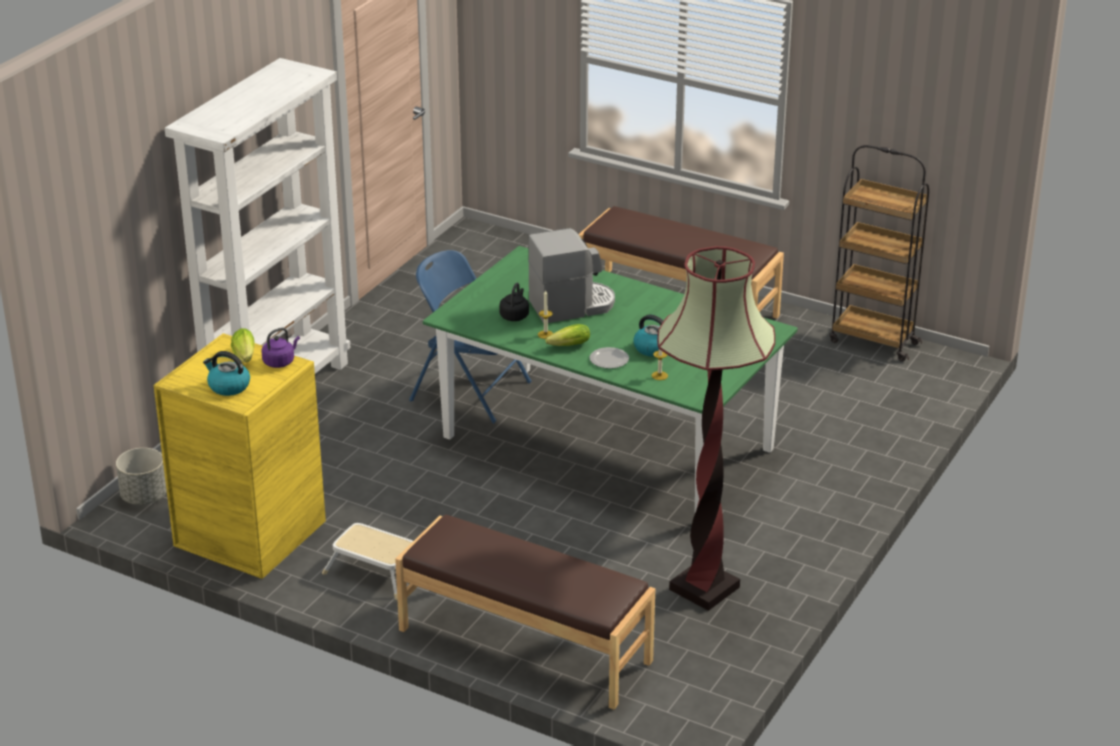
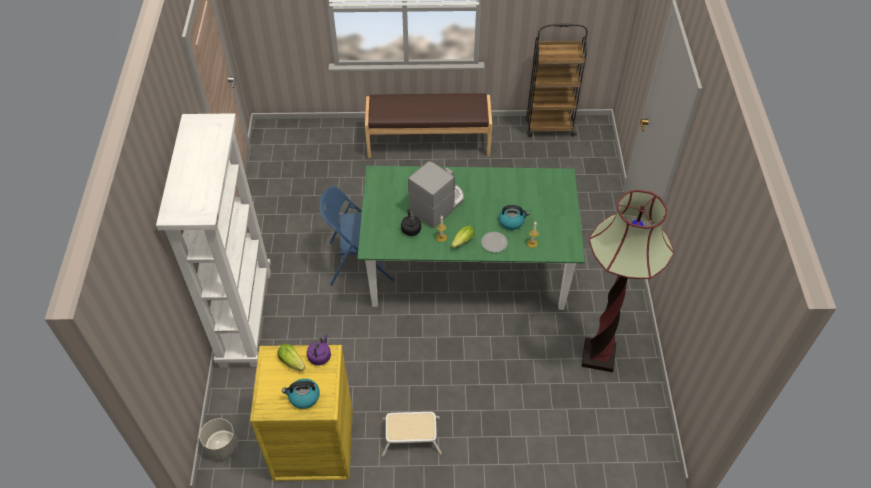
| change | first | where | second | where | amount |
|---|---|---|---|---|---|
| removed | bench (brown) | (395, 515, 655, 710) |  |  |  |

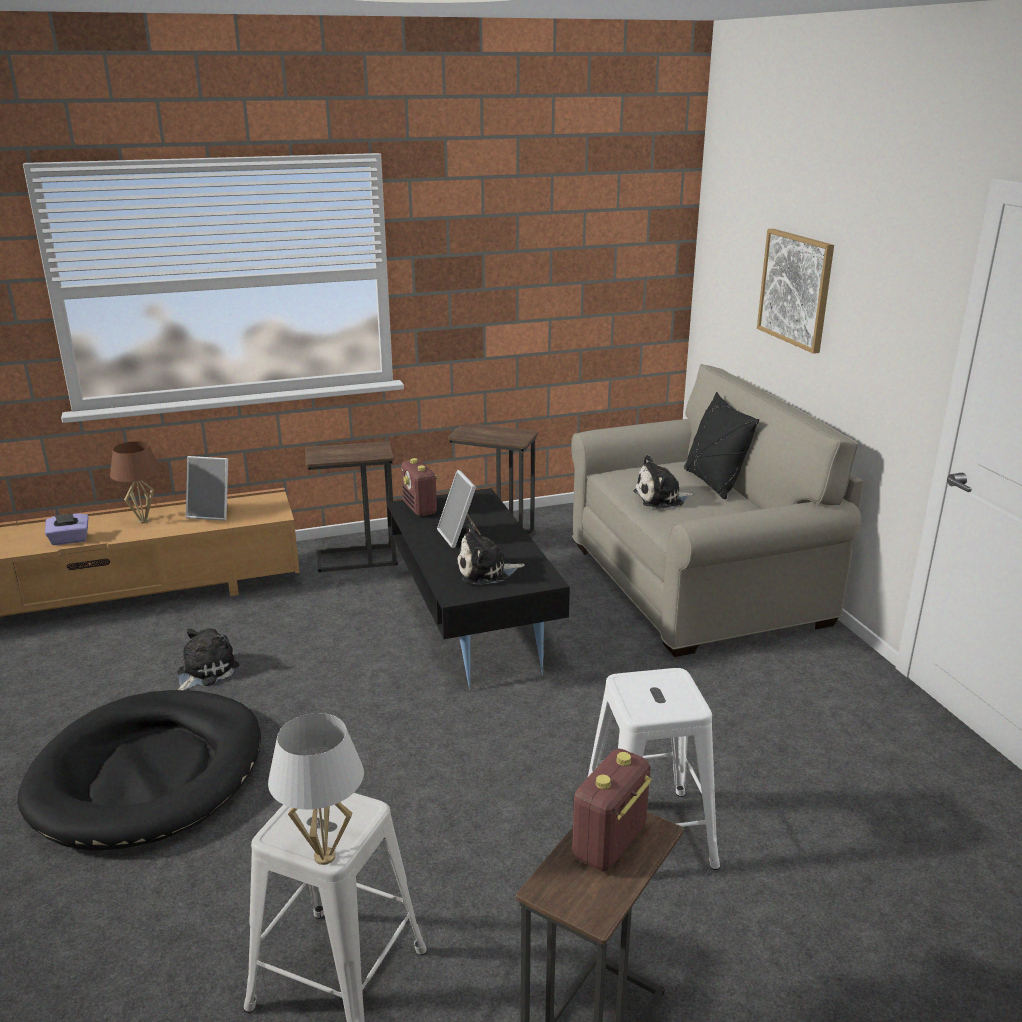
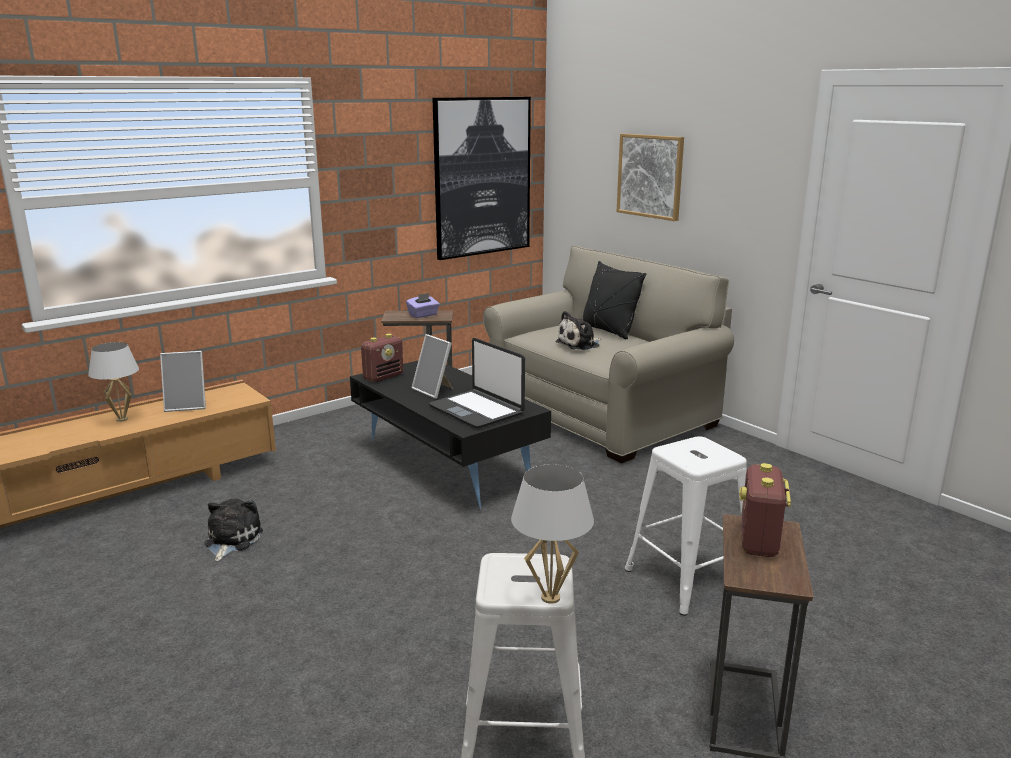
| change | first | where | second | where | amount |
|---|---|---|---|---|---|
| removed | dog bed (black) | (17, 690, 261, 850) |  |  |  |
| moved | tissue box (purple) | (45, 513, 89, 545) |  | (406, 293, 440, 318) |  |
| recoloured | table lamp (brown) | (110, 441, 161, 523) | table lamp (white) | (88, 342, 139, 422) |  |
| removed | side table (brown) | (305, 441, 398, 573) |  |  |  |
| turned | radio | (401, 458, 439, 516) |  | (361, 334, 403, 382) | 90 degrees counterclockwise |
| replaced | plush toy | (457, 523, 525, 585) | laptop | (429, 338, 525, 428) |  |
| added |  |  | picture | (432, 97, 531, 260) |  |

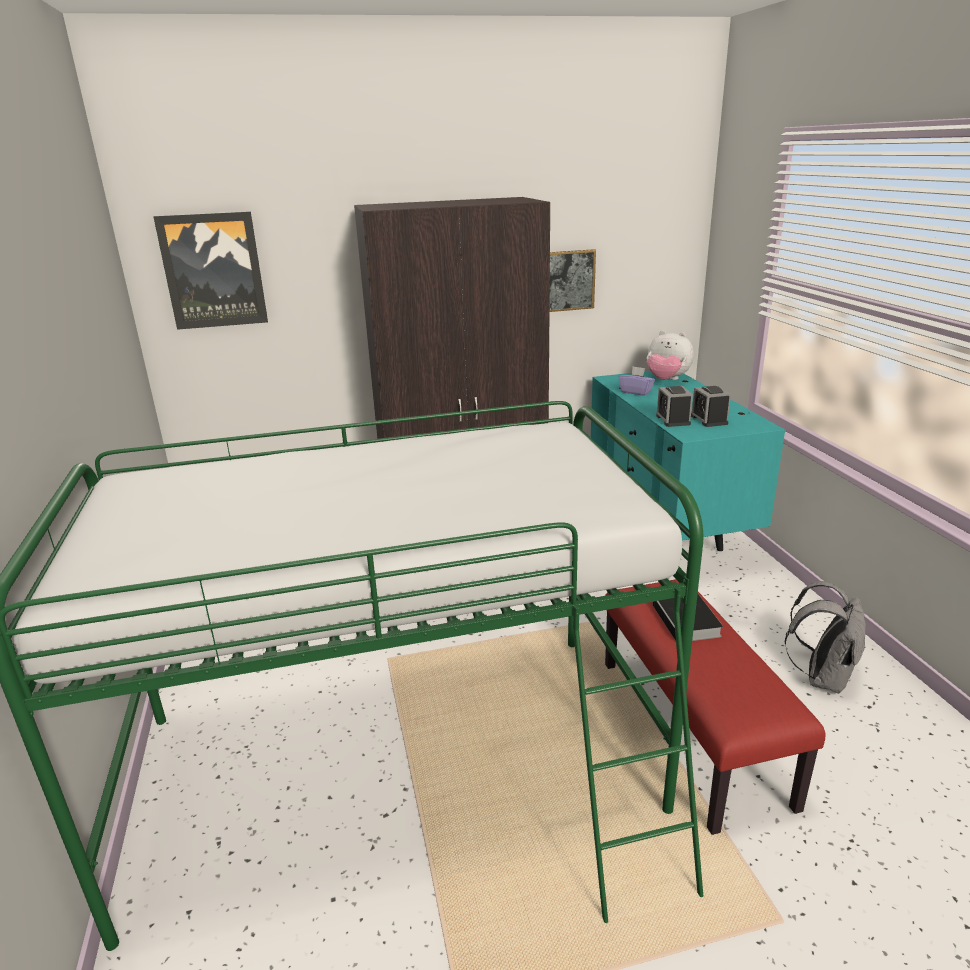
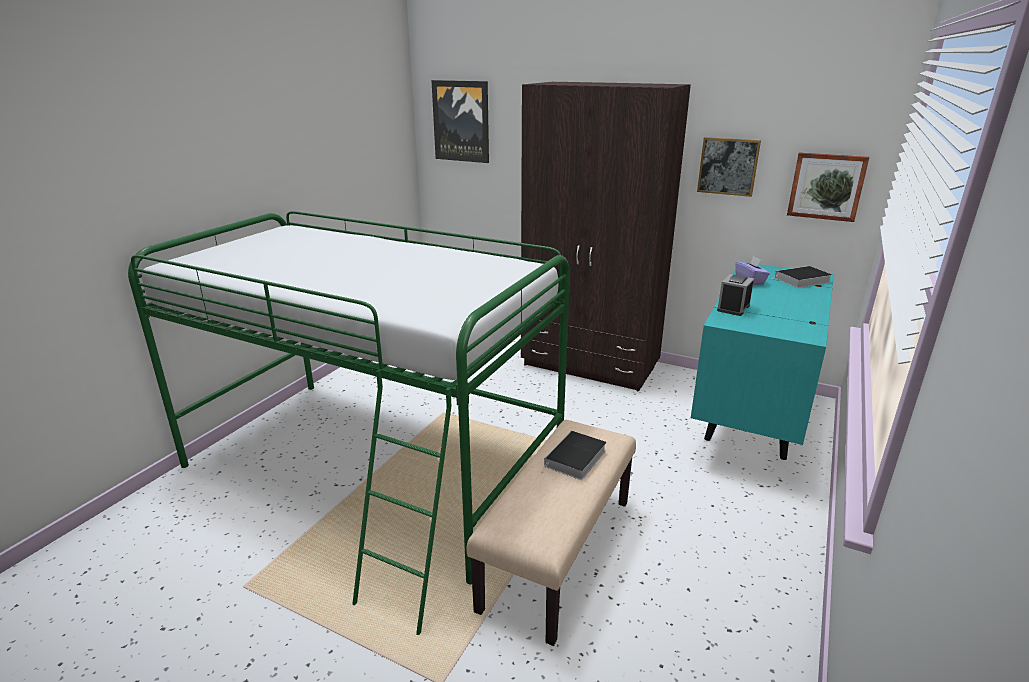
| change | first | where | second | where | amount |
|---|---|---|---|---|---|
| recoloured | bench (red) | (605, 579, 825, 835) | bench (beige) | (466, 420, 636, 646) |  |
| replaced | plush toy | (647, 331, 694, 380) | book | (771, 266, 832, 288) |  |
| removed | alarm clock | (691, 386, 731, 427) |  |  |  |
| removed | backpack (grey) | (784, 581, 866, 694) |  |  |  |
| added |  |  | picture | (787, 152, 869, 222) |  |

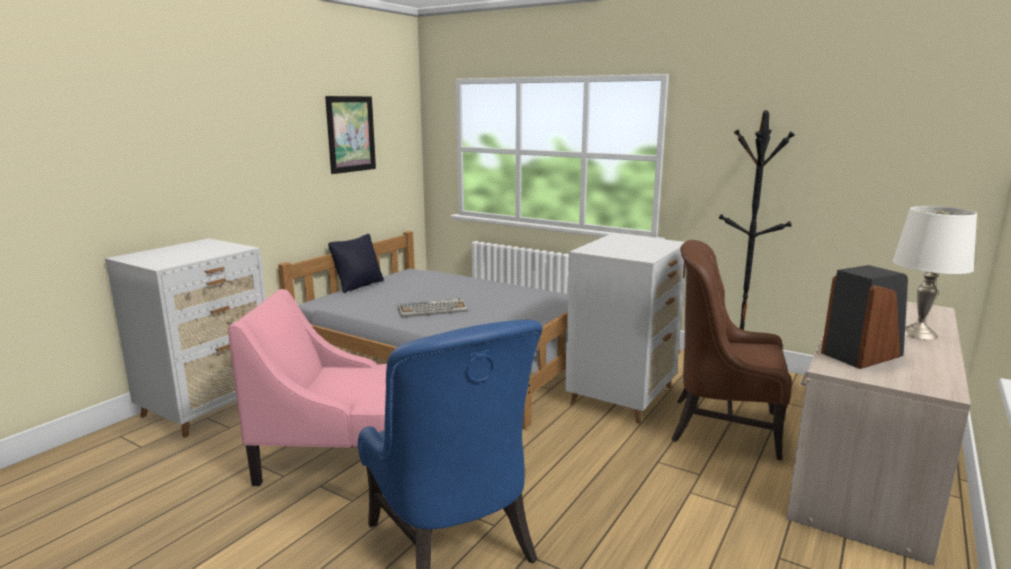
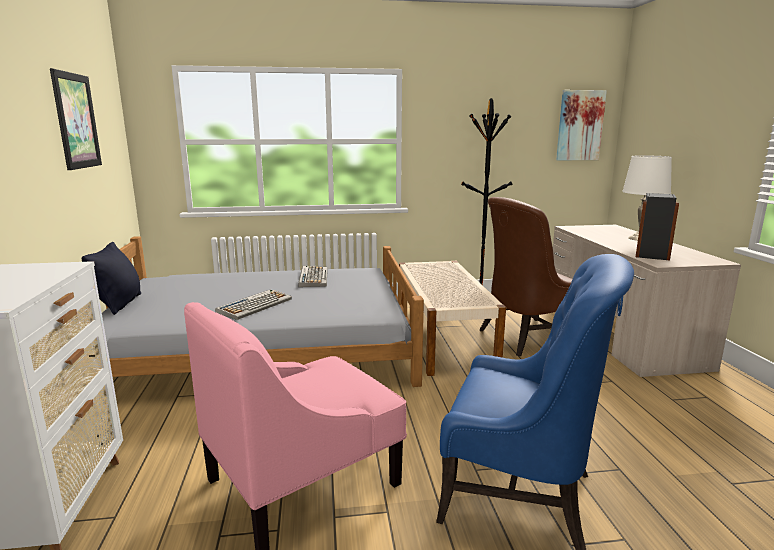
| change | first | where | second | where | amount |
|---|---|---|---|---|---|
| replaced | dresser (white) | (565, 233, 686, 424) | bench (beige) | (399, 261, 506, 376) |  |
| added |  |  | keyboard | (298, 266, 328, 287) |  |
| added |  |  | picture | (556, 90, 607, 160) |  |

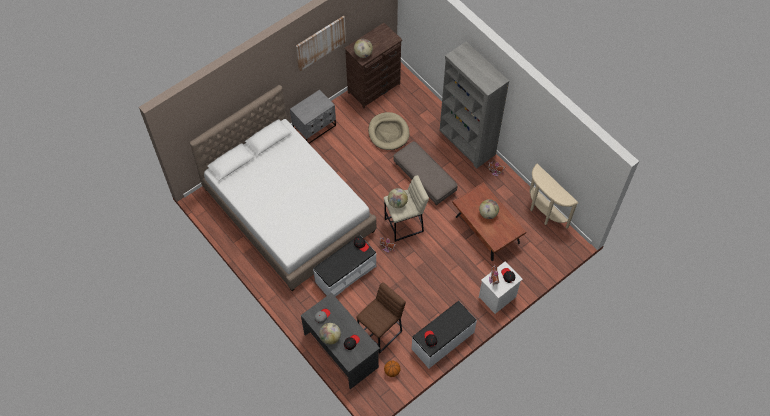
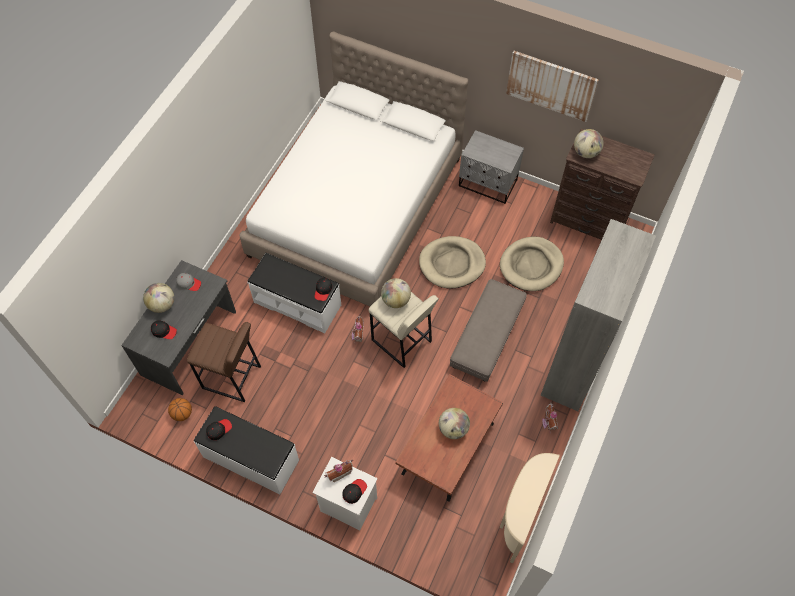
| change | first | where | second | where | amount |
|---|---|---|---|---|---|
| added |  |  | dog bed (beige) | (419, 236, 486, 288) |  |

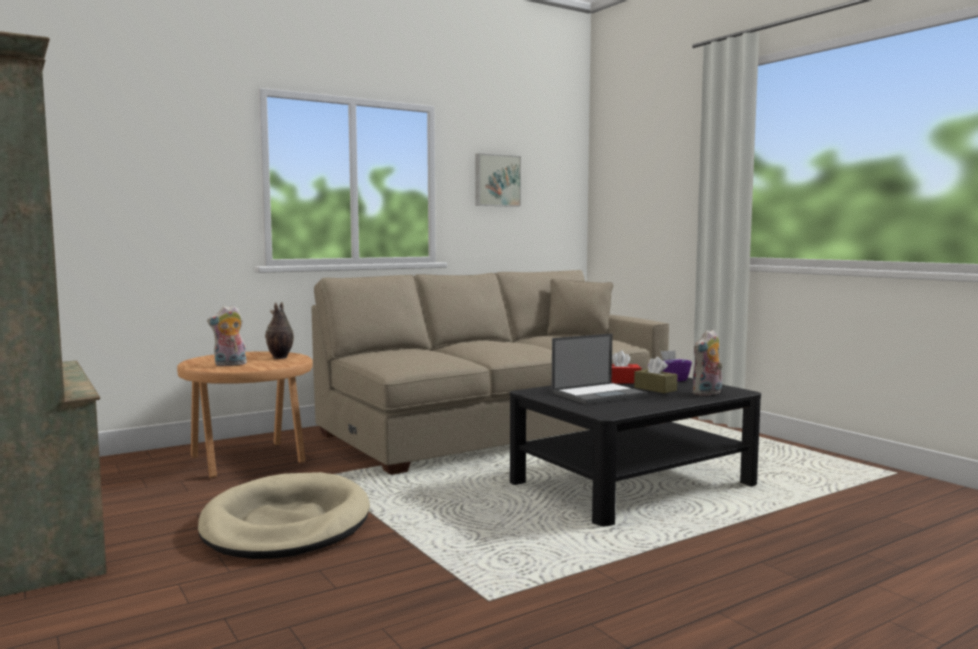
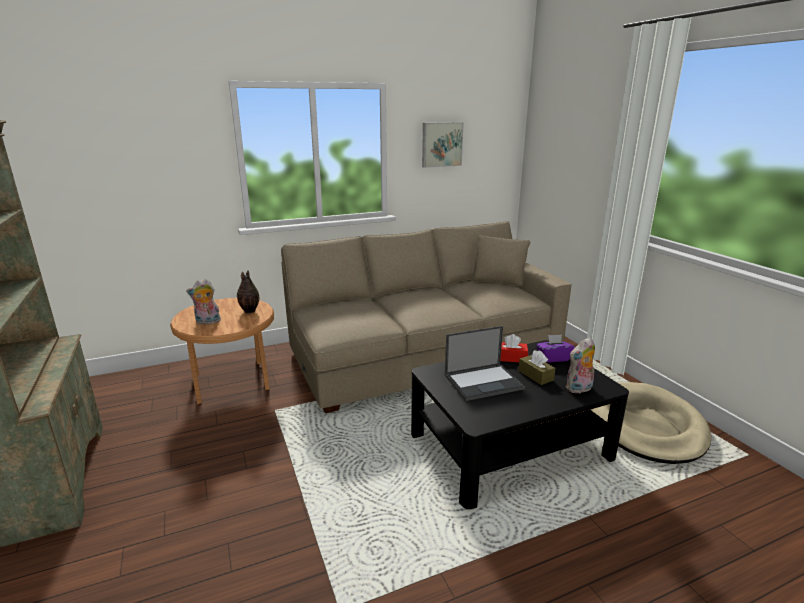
| change | first | where | second | where | amount |
|---|---|---|---|---|---|
| moved | dog bed (beige) | (198, 472, 370, 559) |  | (591, 382, 711, 464) |  |

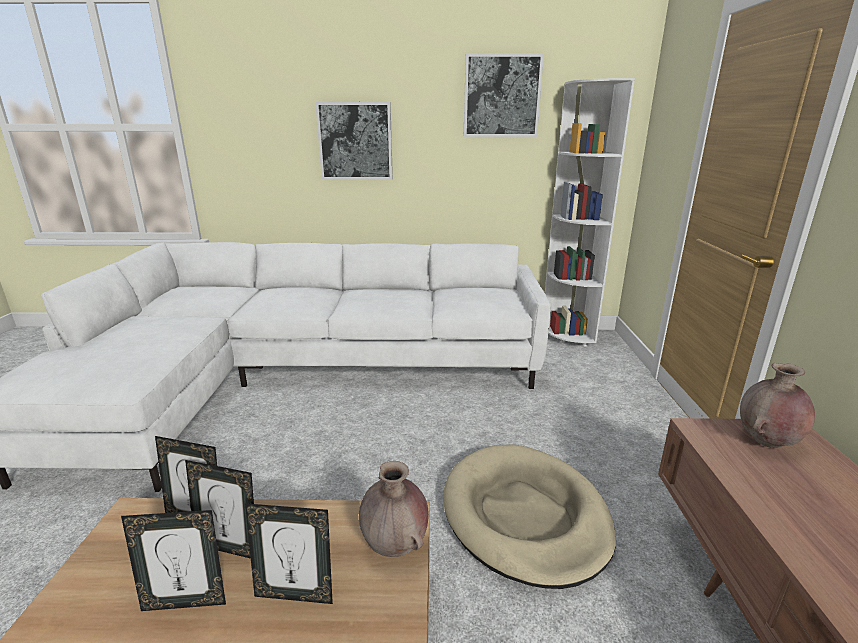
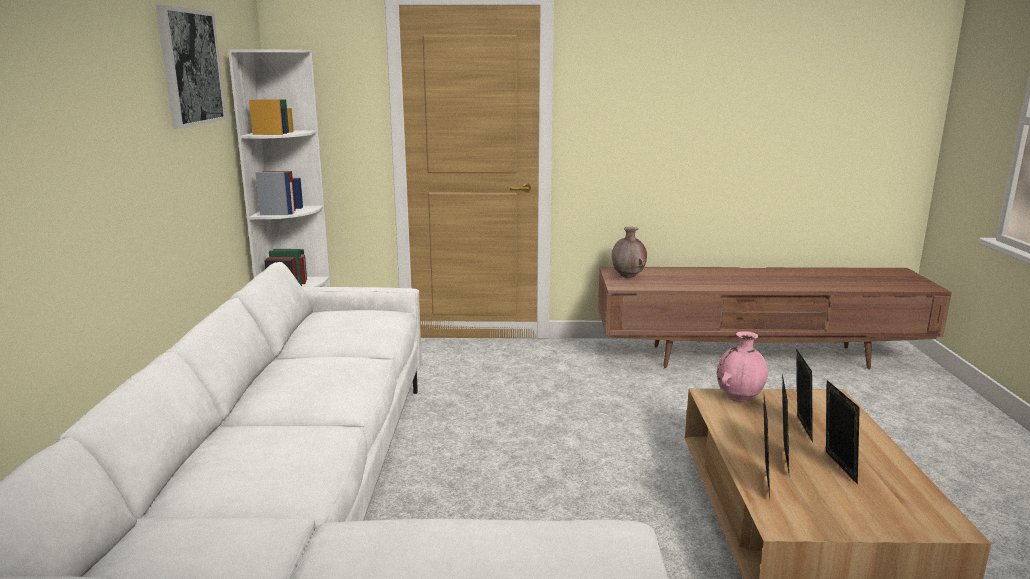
| change | first | where | second | where | amount |
|---|---|---|---|---|---|
| removed | picture | (315, 102, 393, 180) |  |  |  |
| recoloured | vase (brown) | (359, 461, 429, 557) | vase (pink) | (717, 331, 768, 402) |  |
| removed | dog bed (beige) | (443, 444, 616, 589) |  |  |  |

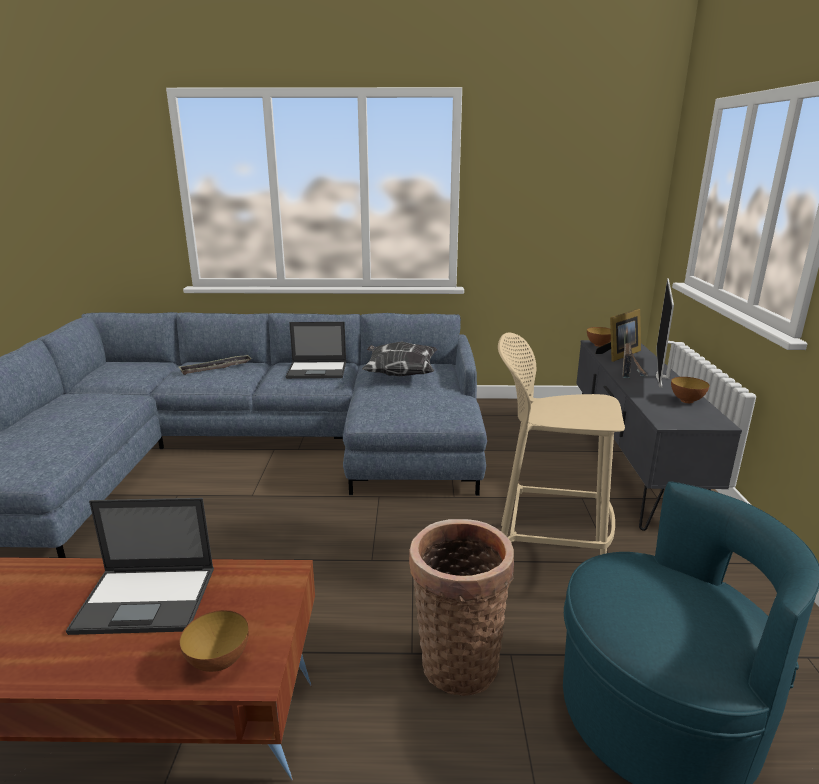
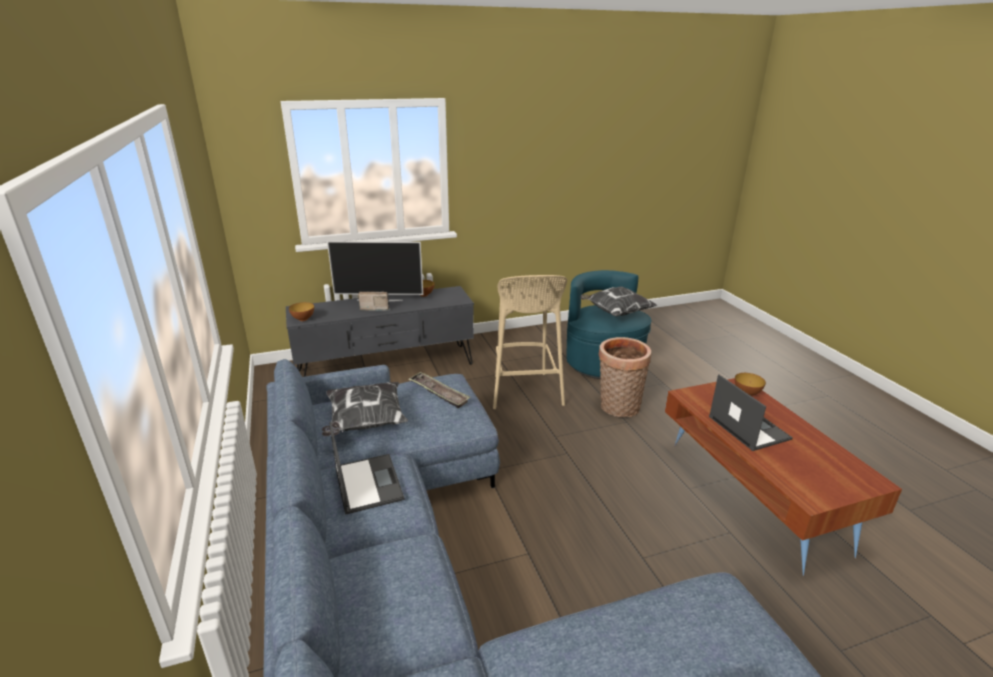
| change | first | where | second | where | amount |
|---|---|---|---|---|---|
| moved | tray | (179, 355, 252, 375) |  | (409, 372, 470, 408) |  |
| removed | picture frame | (595, 309, 641, 362) |  |  |  |
| added |  |  | pillow | (580, 286, 657, 316) |  |

